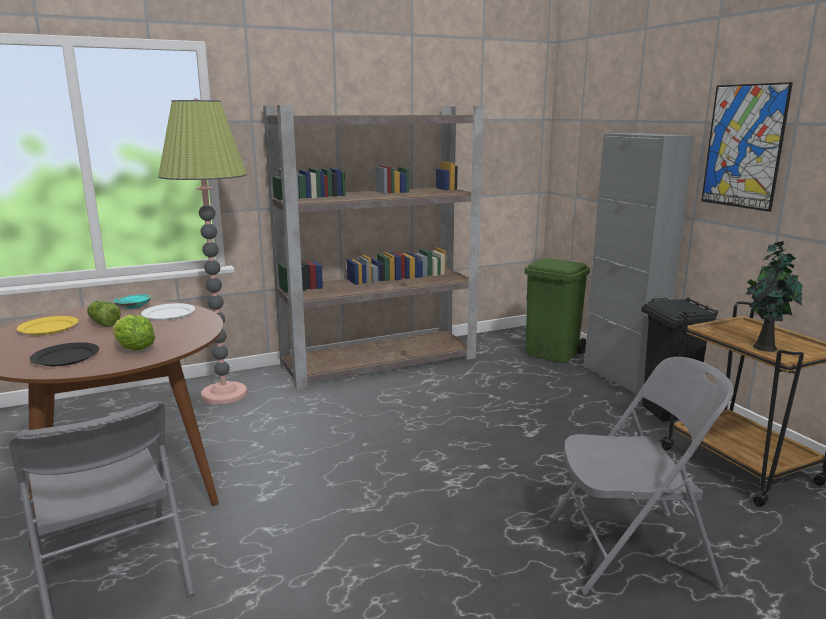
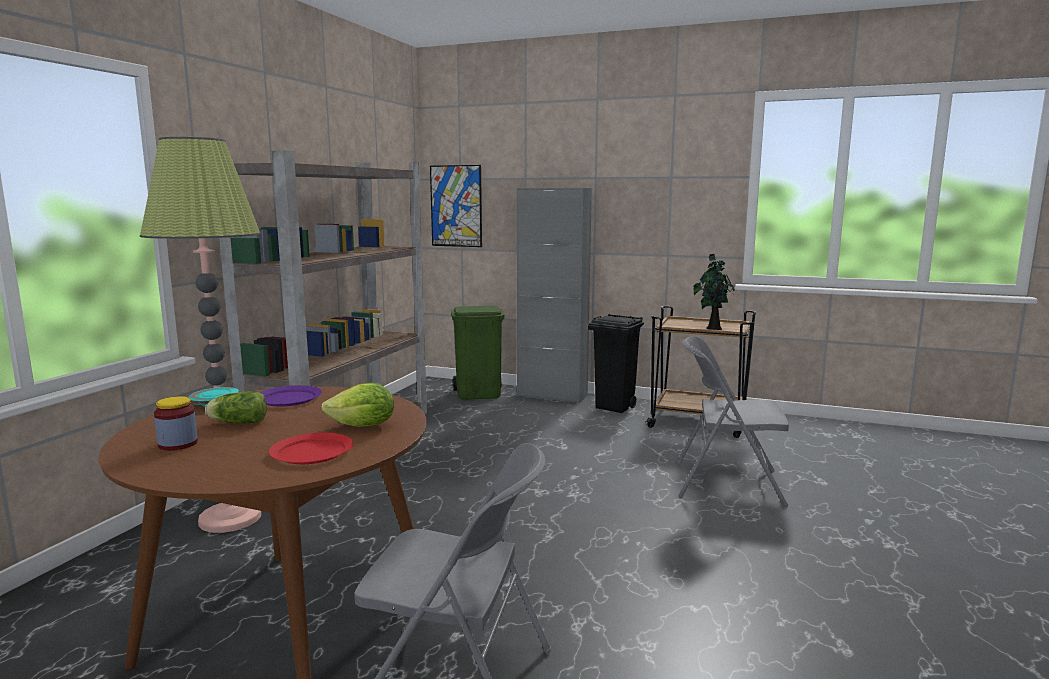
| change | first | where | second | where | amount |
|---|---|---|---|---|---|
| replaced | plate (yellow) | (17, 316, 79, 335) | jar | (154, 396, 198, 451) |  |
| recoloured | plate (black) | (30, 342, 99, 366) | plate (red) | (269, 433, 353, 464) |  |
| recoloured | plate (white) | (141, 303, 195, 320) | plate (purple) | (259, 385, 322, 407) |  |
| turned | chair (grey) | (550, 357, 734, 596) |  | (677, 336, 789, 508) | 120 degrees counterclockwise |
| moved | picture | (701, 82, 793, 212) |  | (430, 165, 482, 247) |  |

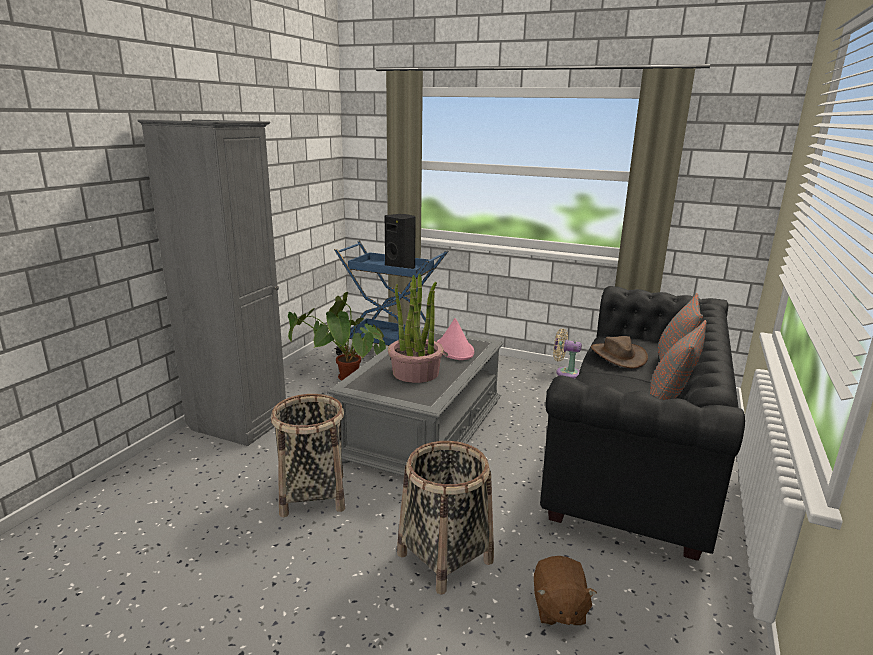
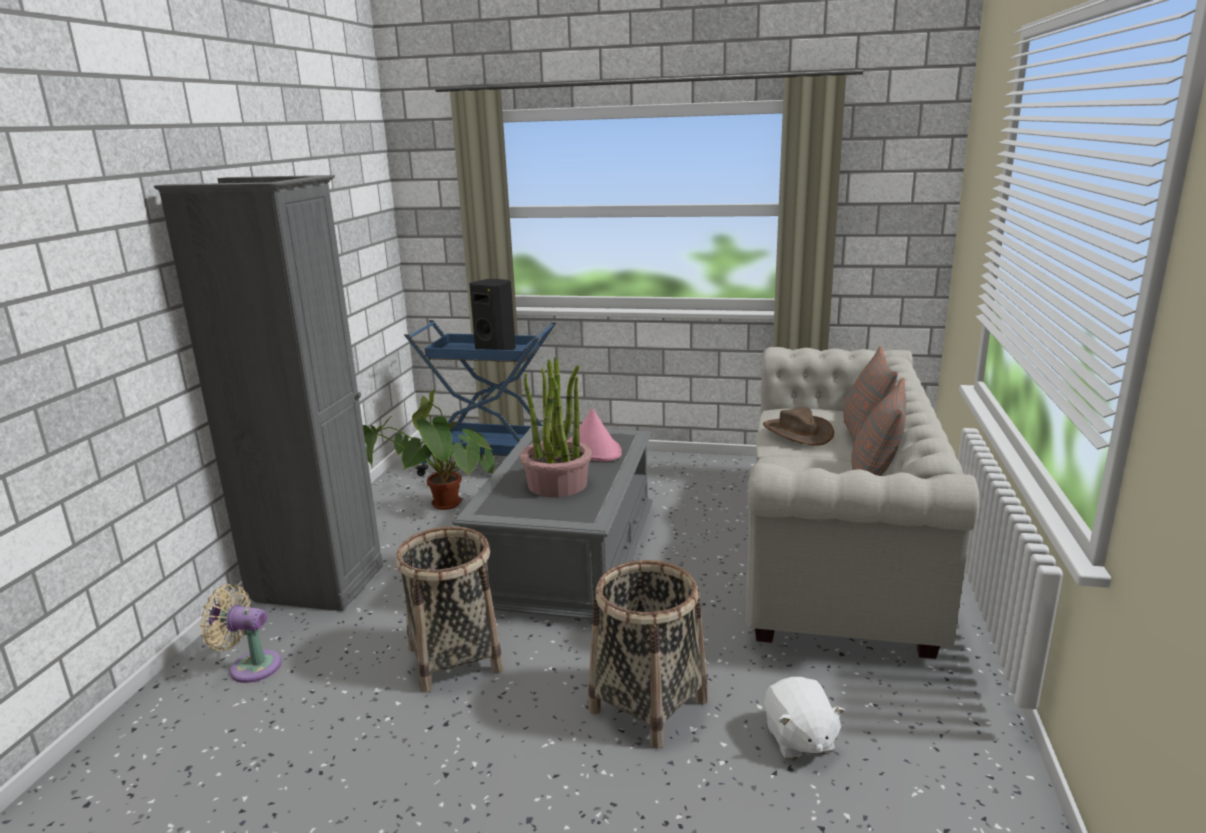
| change | first | where | second | where | amount |
|---|---|---|---|---|---|
| recoloured | plush toy (brown) | (534, 556, 597, 626) | plush toy (white) | (764, 677, 845, 760) |  |
| recoloured | sofa (black) | (540, 286, 745, 561) | sofa (white) | (746, 347, 979, 659) |  |
| moved | fan (beige) | (553, 329, 582, 379) |  | (200, 584, 282, 683) |  |

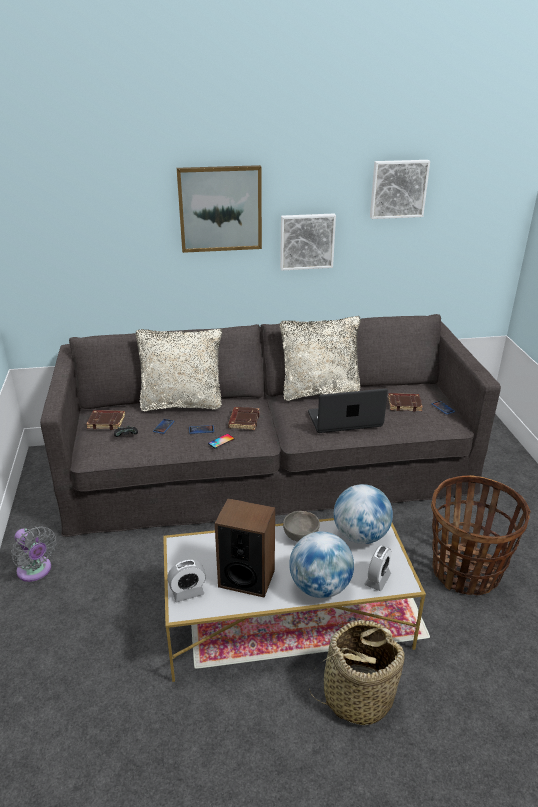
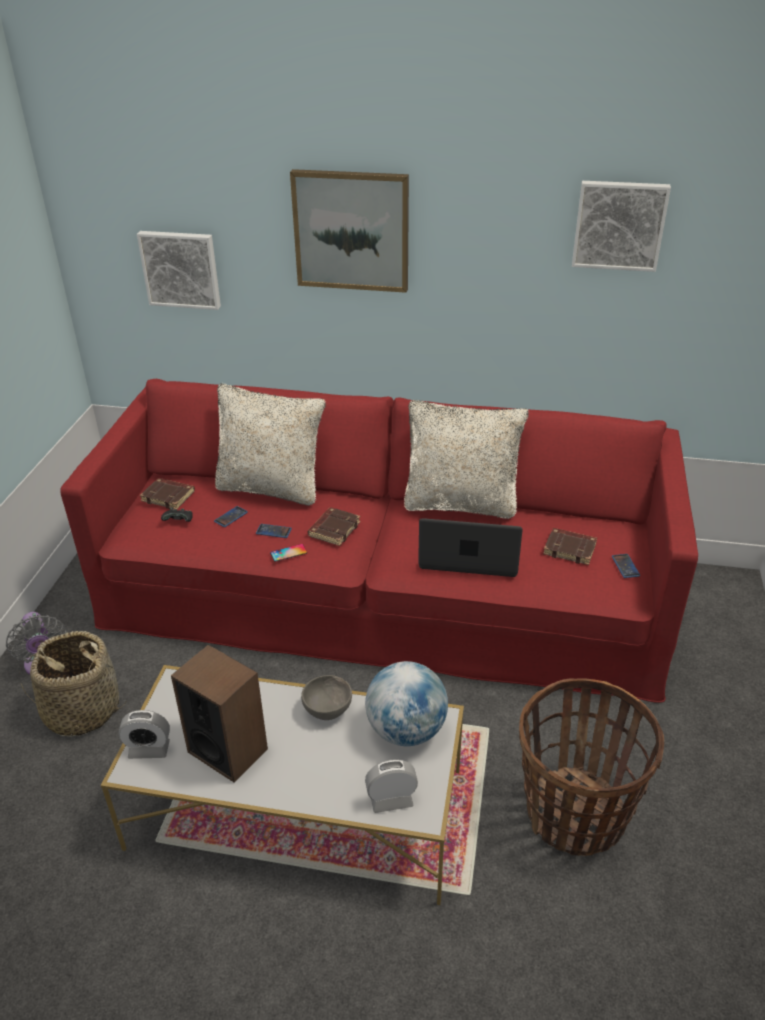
| change | first | where | second | where | amount |
|---|---|---|---|---|---|
| recoloured | sofa (grey) | (40, 314, 501, 537) | sofa (red) | (60, 379, 698, 703) |  |
| moved | picture | (280, 214, 336, 270) |  | (137, 231, 221, 310) |  |
| removed | globe | (289, 531, 354, 598) |  |  |  |
| moved | basket | (309, 620, 405, 726) |  | (19, 631, 127, 736) |  |
| turned | alarm clock | (365, 545, 392, 591) |  | (365, 759, 418, 813) | 150 degrees counterclockwise |

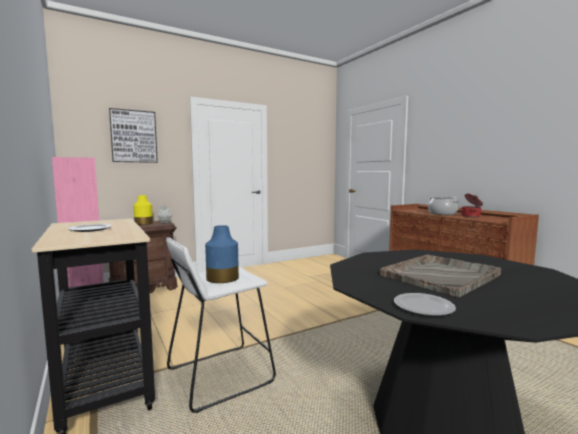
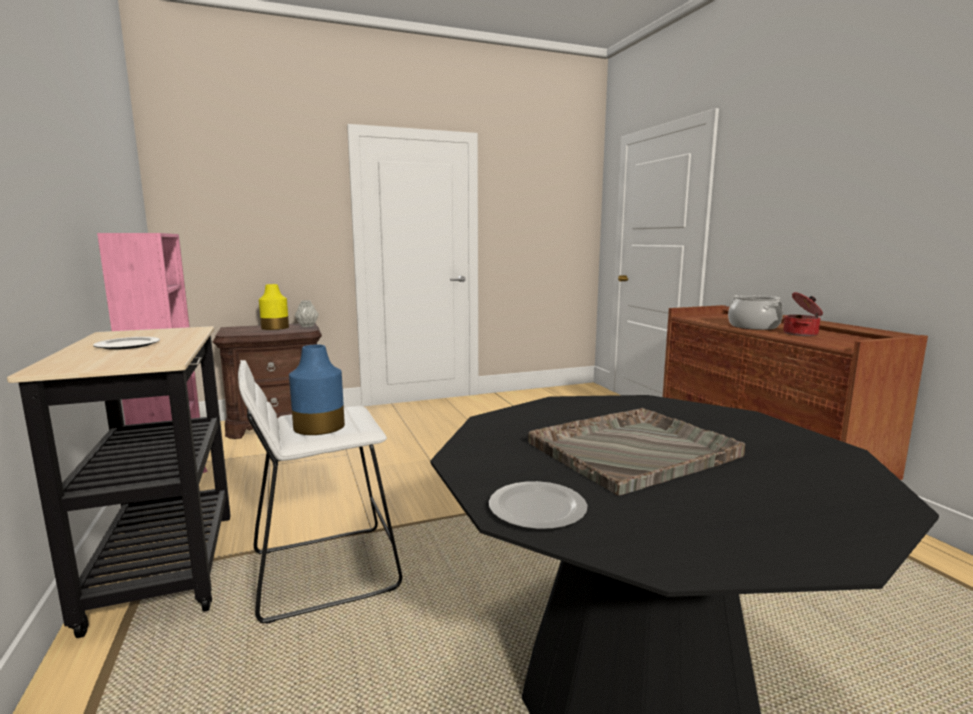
| change | first | where | second | where | amount |
|---|---|---|---|---|---|
| removed | picture | (109, 108, 158, 163) |  |  |  |

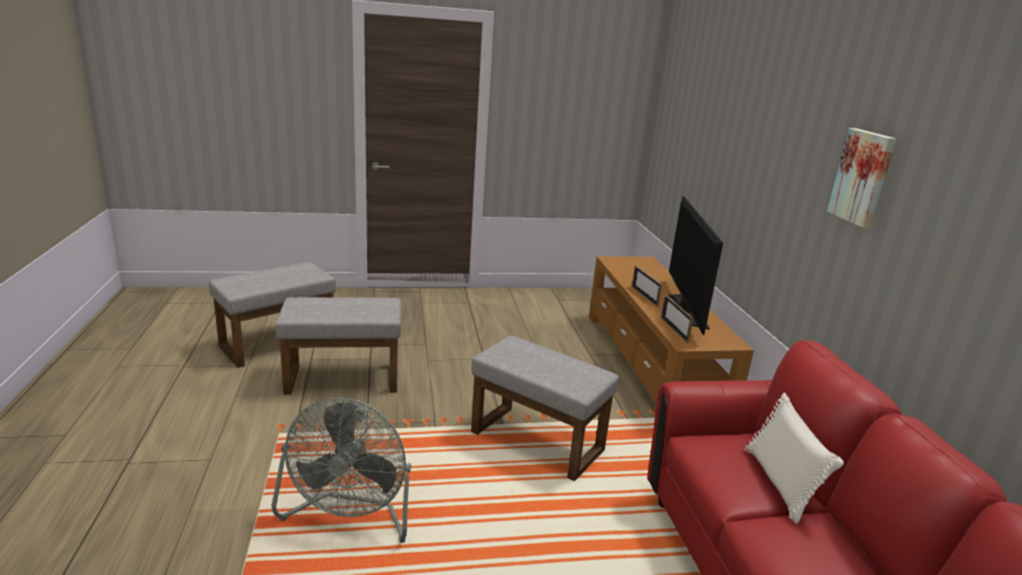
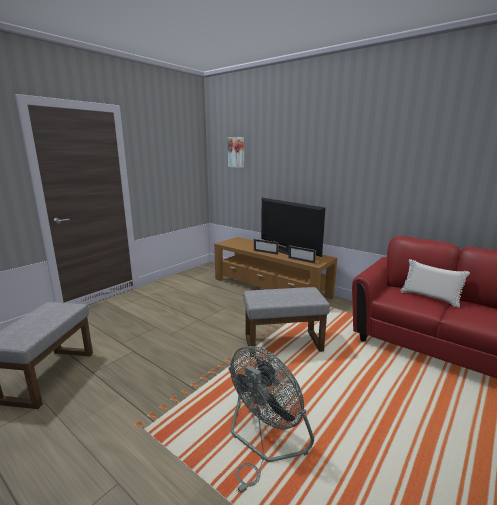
| change | first | where | second | where | amount |
|---|---|---|---|---|---|
| turned | fan (grey) | (272, 397, 411, 543) |  | (228, 346, 314, 493) | 105 degrees counterclockwise |
| removed | ottoman (grey) | (275, 297, 401, 395) |  |  |  |
| moved | picture | (827, 128, 897, 228) |  | (228, 137, 244, 168) |  |

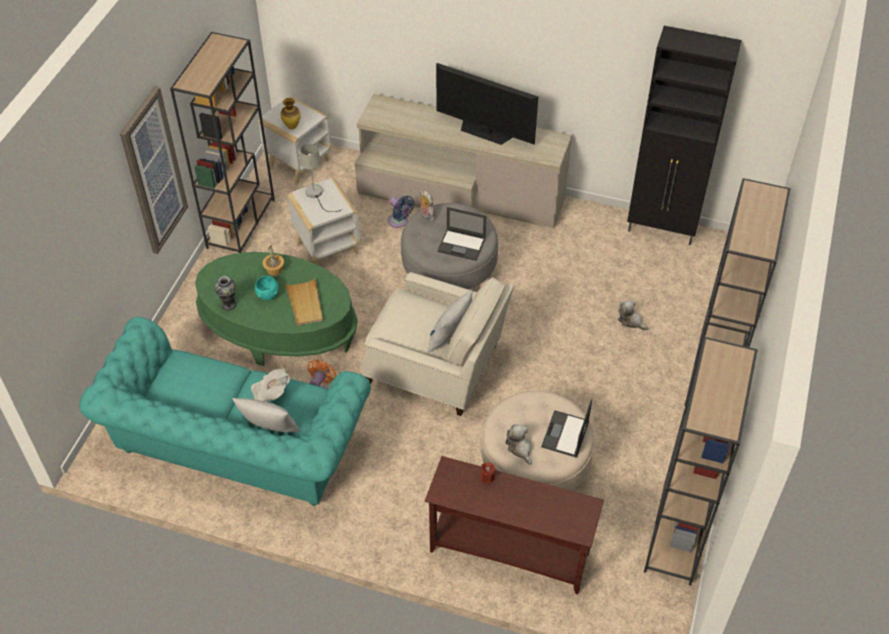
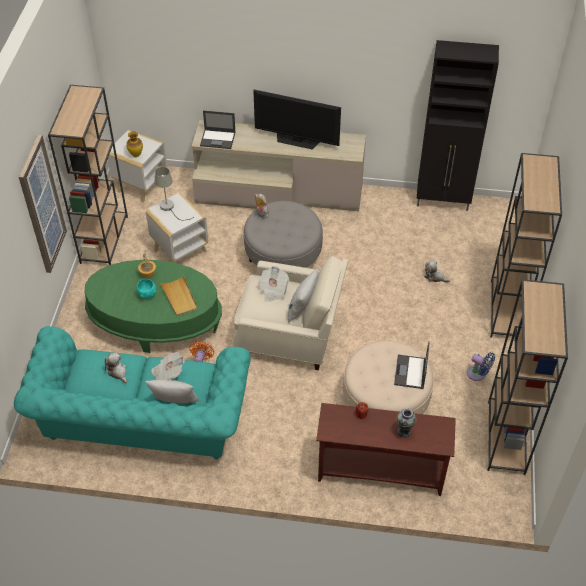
| change | first | where | second | where | amount |
|---|---|---|---|---|---|
| moved | vase | (215, 276, 237, 311) |  | (396, 408, 416, 438) |  |
| moved | fan (blue) | (388, 196, 415, 228) |  | (467, 352, 495, 381) |  |
| moved | laptop | (437, 207, 486, 261) |  | (200, 111, 236, 149) |  |
| moved | plush toy | (506, 424, 532, 465) |  | (105, 353, 127, 384) |  |
| added |  |  | newspaper | (258, 266, 289, 302) |  |

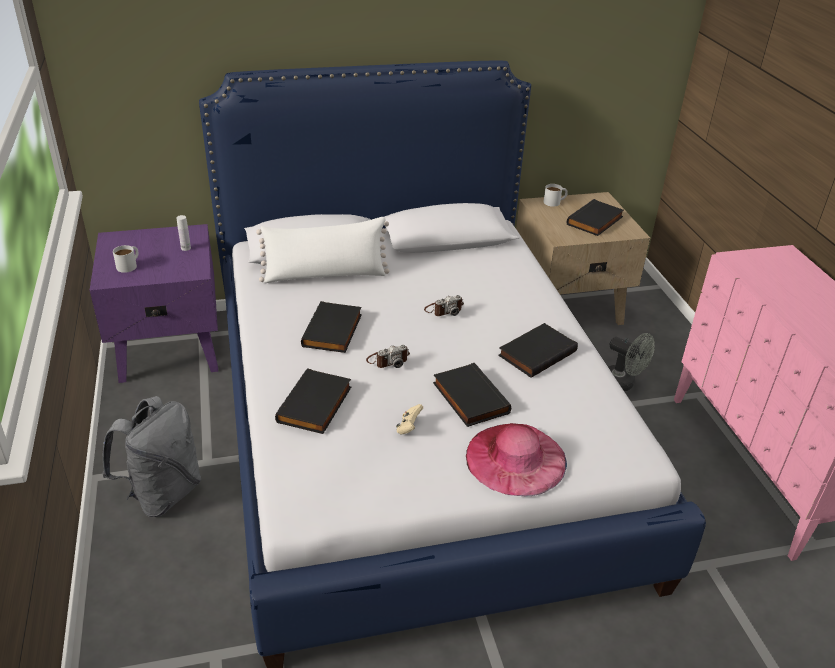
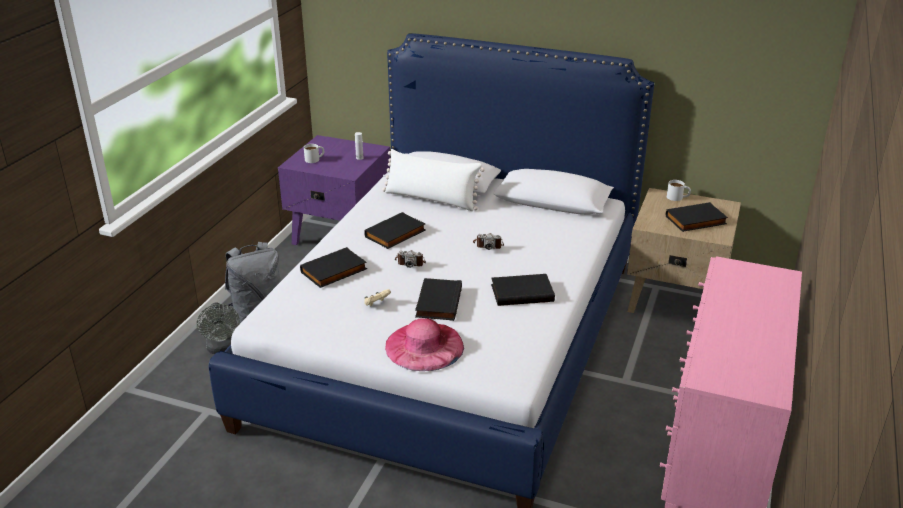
| change | first | where | second | where | amount |
|---|---|---|---|---|---|
| moved | fan (grey) | (608, 333, 655, 391) |  | (197, 302, 240, 354) |  |

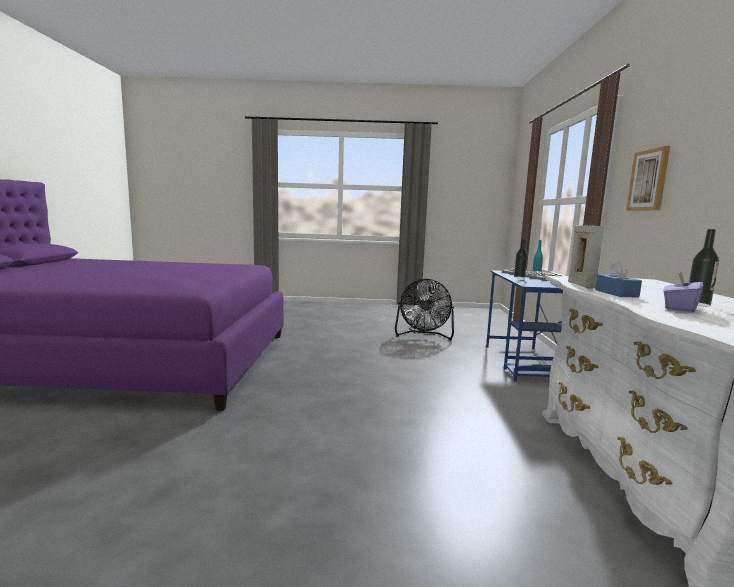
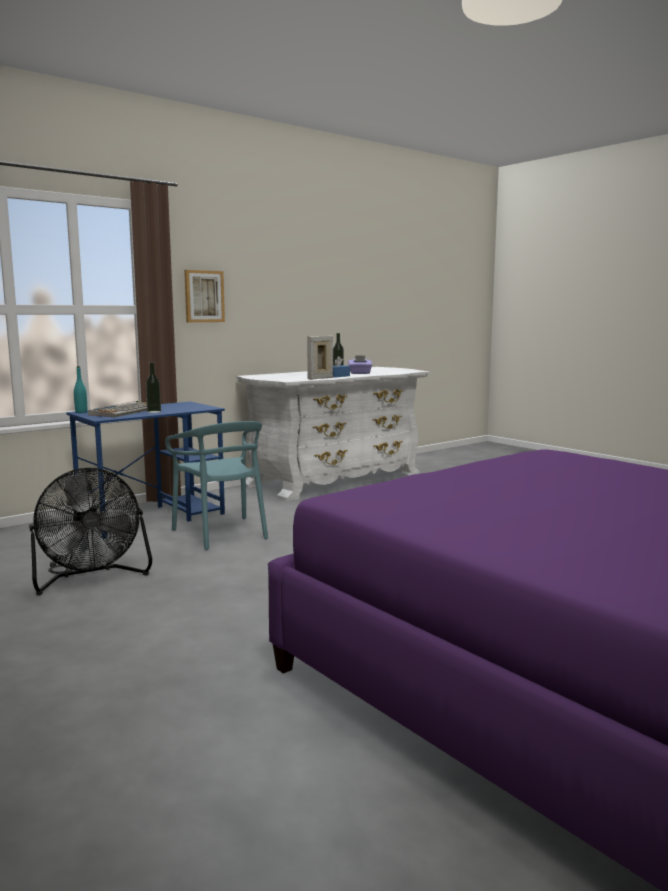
| change | first | where | second | where | amount |
|---|---|---|---|---|---|
| turned | fan (black) | (395, 279, 454, 341) |  | (29, 468, 152, 596) | 90 degrees clockwise |
| added |  |  | chair (turquoise) | (165, 421, 268, 550) |  |

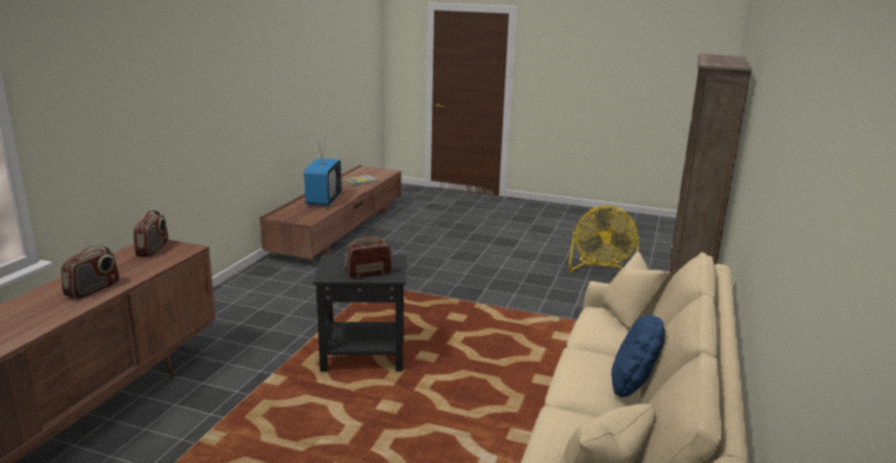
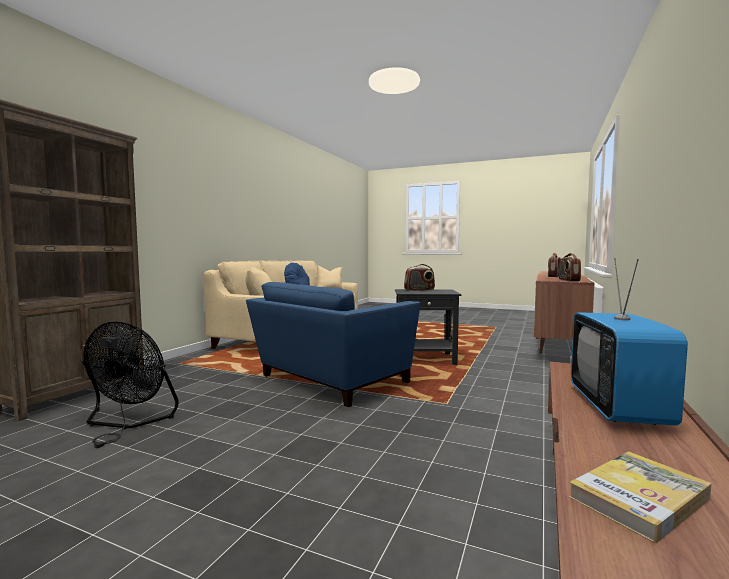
| change | first | where | second | where | amount |
|---|---|---|---|---|---|
| recoloured | fan (yellow) | (569, 205, 639, 273) | fan (black) | (82, 322, 179, 448) |  |
| added |  |  | armchair (blue) | (246, 282, 421, 407) |  |

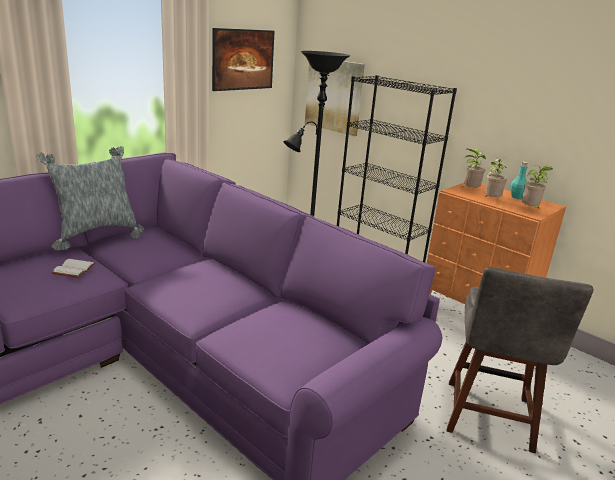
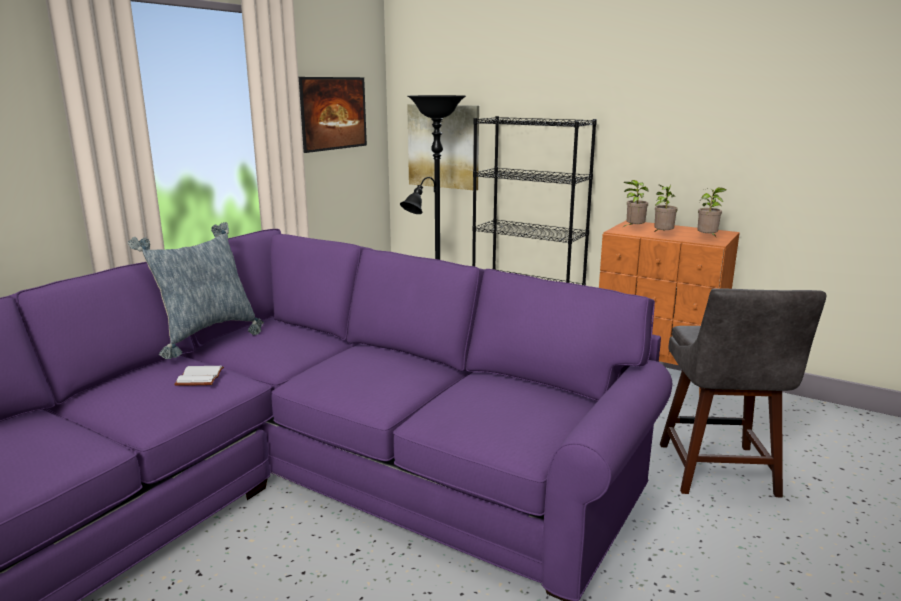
| change | first | where | second | where | amount |
|---|---|---|---|---|---|
| removed | bottle (turquoise) | (510, 162, 528, 199) |  |  |  |

